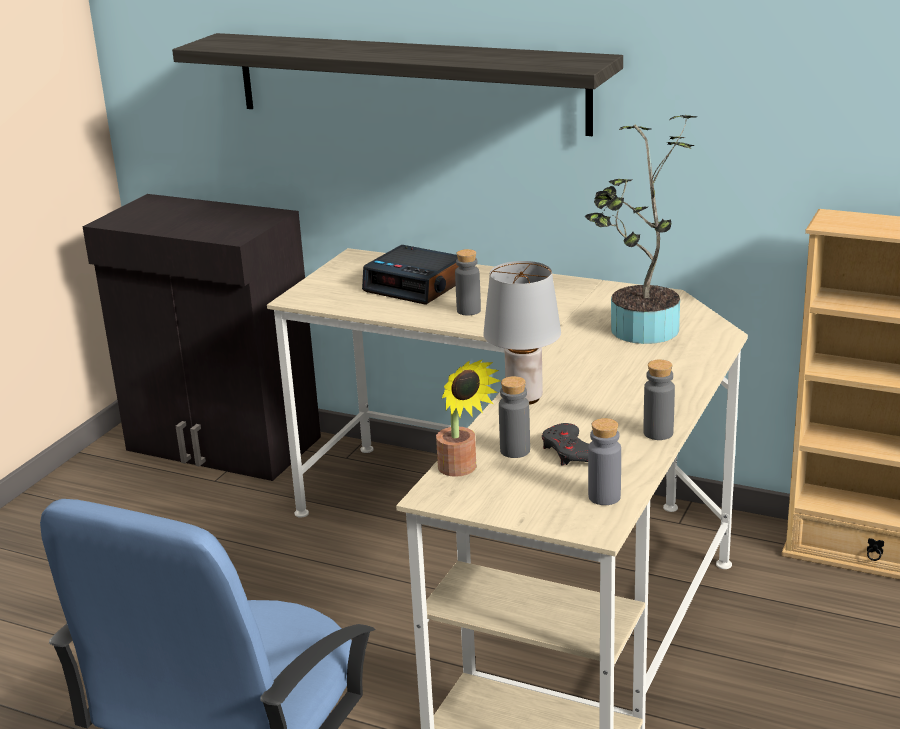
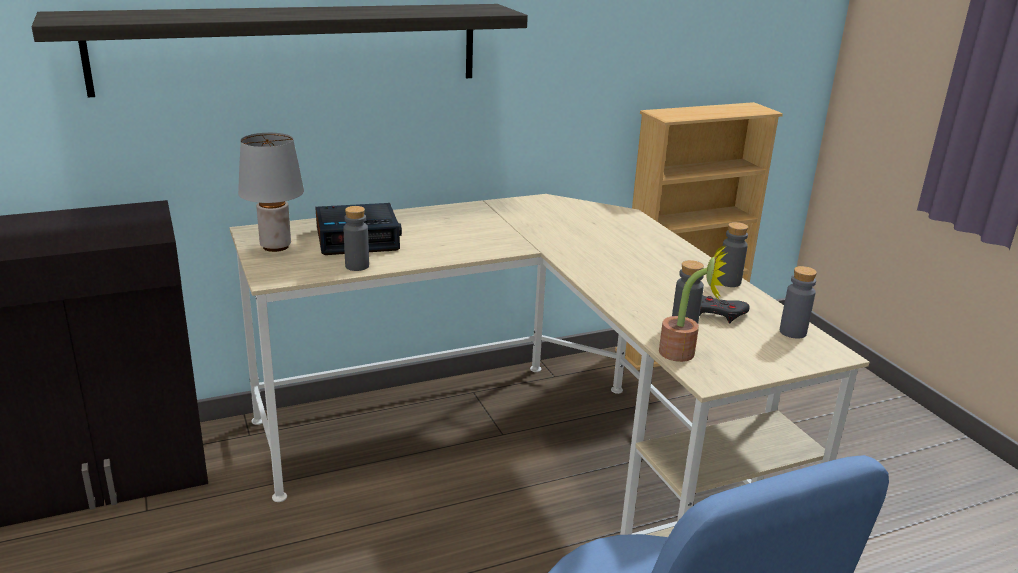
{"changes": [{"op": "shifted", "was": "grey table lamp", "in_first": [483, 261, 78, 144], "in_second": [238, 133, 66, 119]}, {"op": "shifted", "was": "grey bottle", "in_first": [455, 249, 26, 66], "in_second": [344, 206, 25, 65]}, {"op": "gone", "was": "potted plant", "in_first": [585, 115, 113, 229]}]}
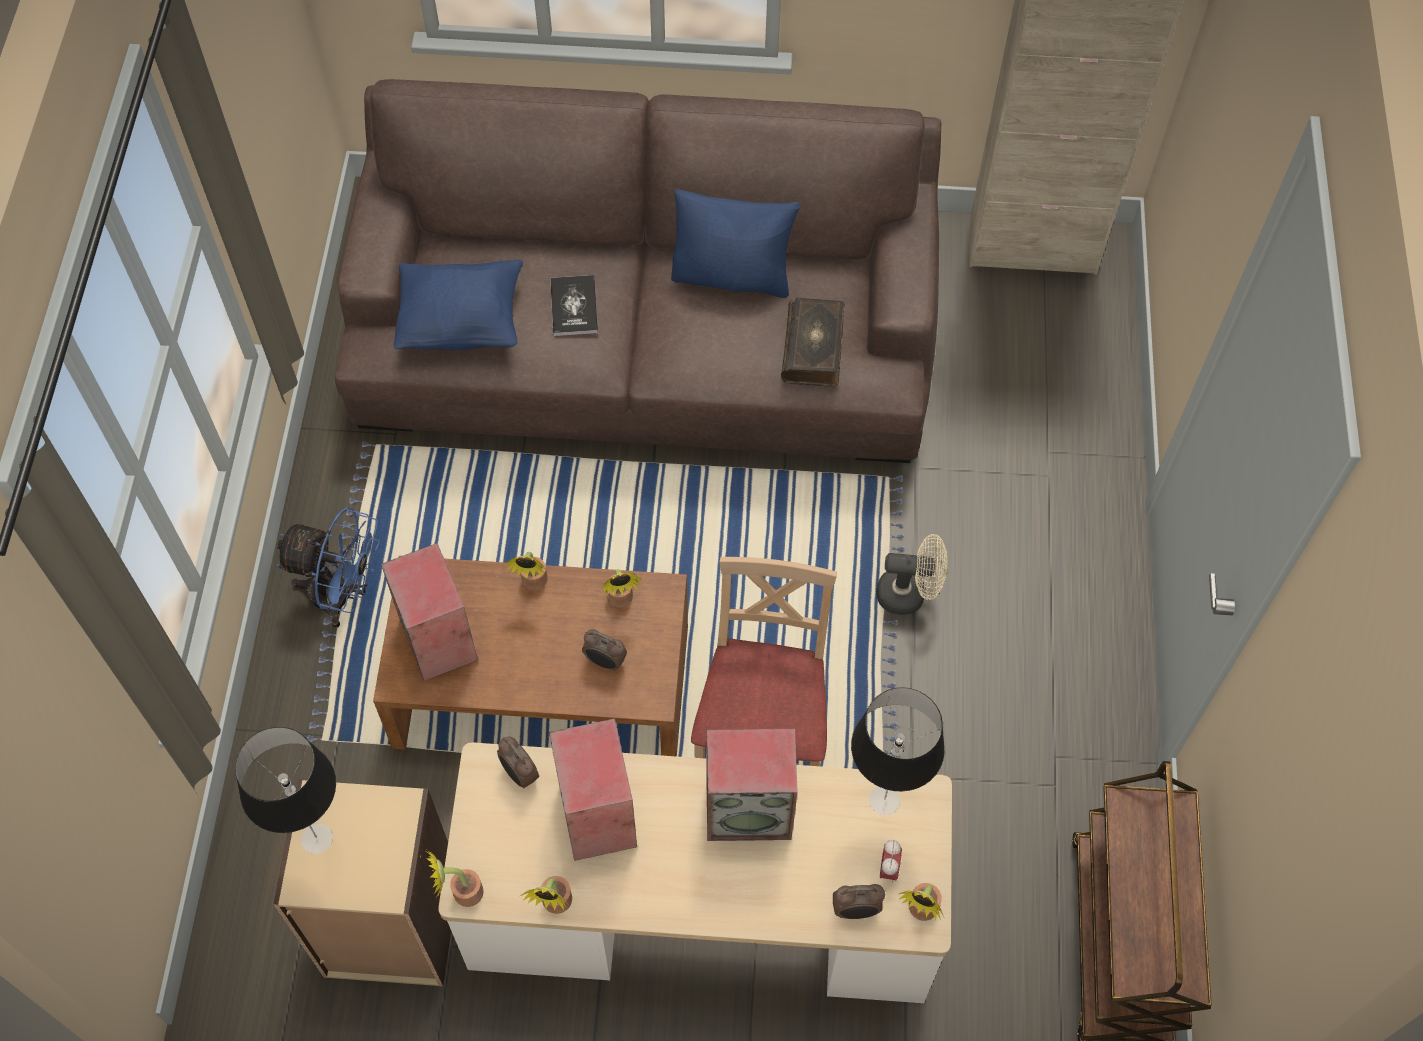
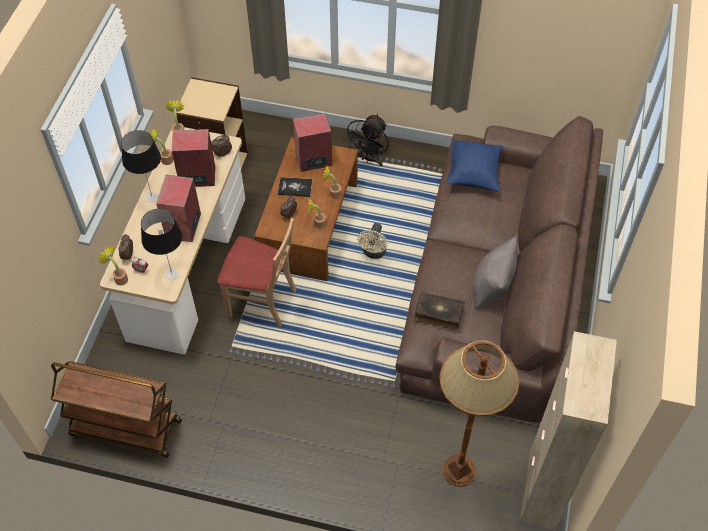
{"changes": [{"op": "shifted", "was": "table lamp", "in_first": [235, 727, 101, 127], "in_second": [121, 130, 40, 73]}, {"op": "shifted", "was": "book", "in_first": [550, 275, 48, 61], "in_second": [278, 177, 35, 20]}, {"op": "repainted", "was": "blue fan", "now": "black fan", "in_first": [276, 507, 104, 121], "in_second": [343, 114, 46, 52]}, {"op": "shifted", "was": "beige fan", "in_first": [876, 534, 72, 81], "in_second": [357, 223, 31, 36]}, {"op": "new", "now": "brown floor lamp", "in_second": [439, 341, 80, 145]}, {"op": "repainted", "was": "blue pillow", "now": "grey pillow", "in_first": [671, 189, 129, 109], "in_second": [473, 235, 44, 74]}]}
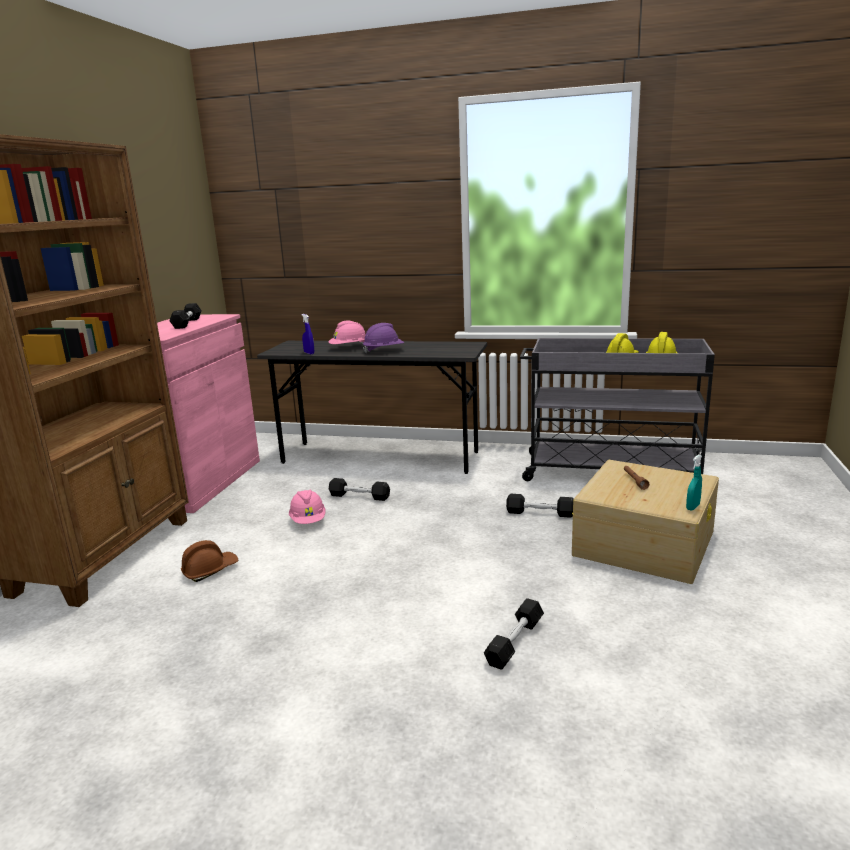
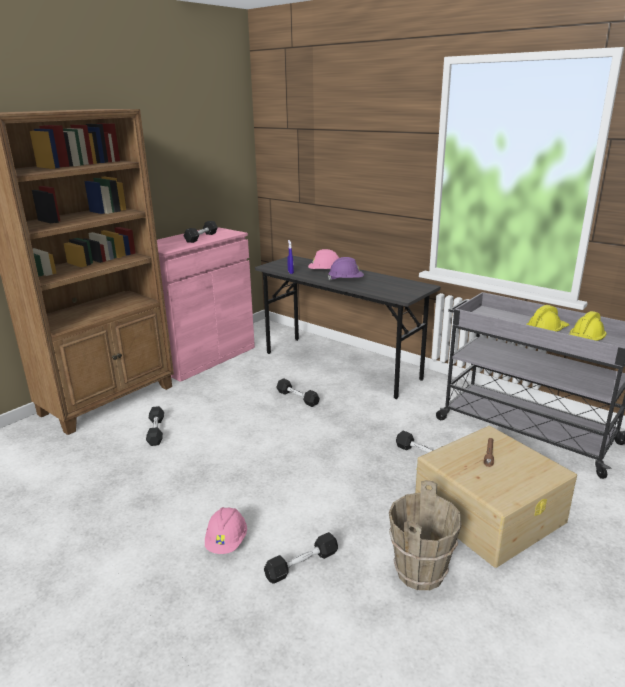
{"changes": [{"op": "swapped", "was": "brown hard hat", "now": "black dumbbell", "in_first": [181, 540, 57, 42], "in_second": [146, 406, 18, 40]}, {"op": "shifted", "was": "pink hard hat", "in_first": [289, 489, 36, 35], "in_second": [205, 507, 42, 47]}, {"op": "new", "now": "brown bucket", "in_second": [389, 480, 73, 111]}, {"op": "gone", "was": "turquoise spray bottle", "in_first": [686, 454, 16, 57]}]}
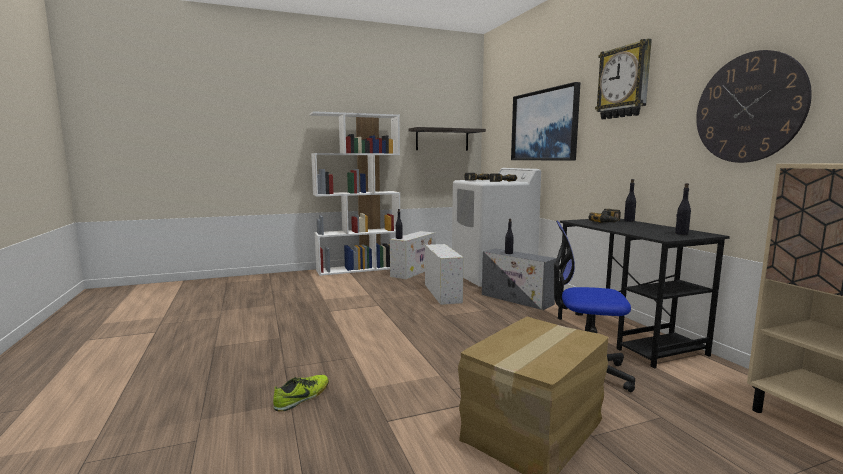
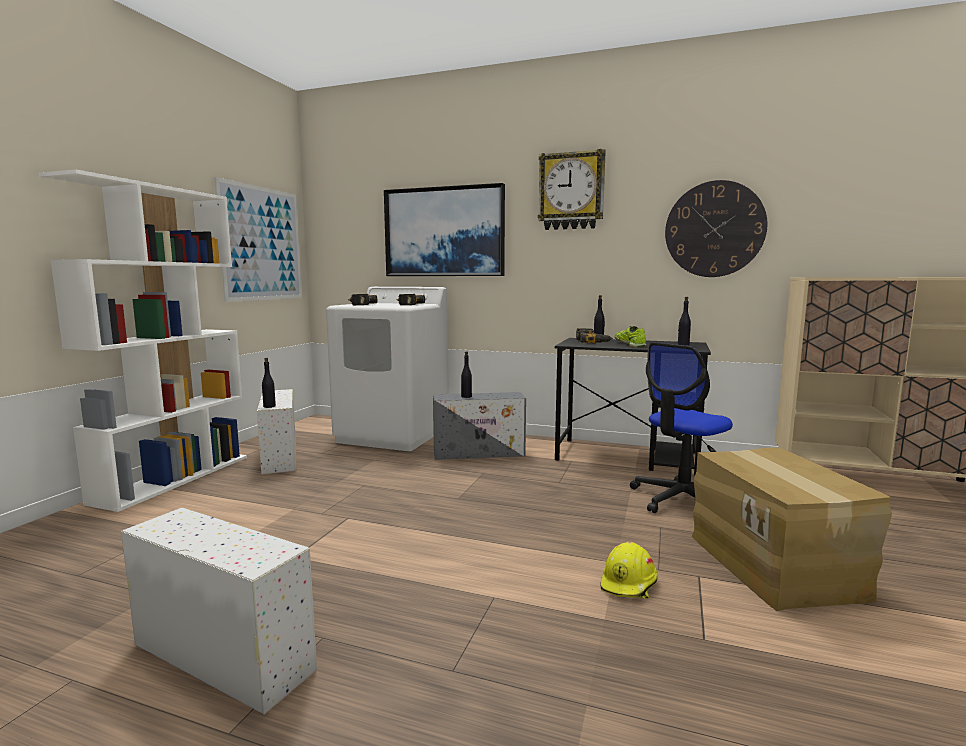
{"changes": [{"op": "shifted", "was": "white storage box", "in_first": [425, 244, 39, 61], "in_second": [121, 508, 196, 207]}, {"op": "swapped", "was": "shelf", "now": "picture", "in_first": [409, 127, 77, 24], "in_second": [214, 177, 88, 125]}, {"op": "new", "now": "yellow hard hat", "in_second": [600, 542, 58, 57]}, {"op": "shifted", "was": "shoe", "in_first": [273, 375, 56, 37], "in_second": [615, 326, 31, 21]}]}
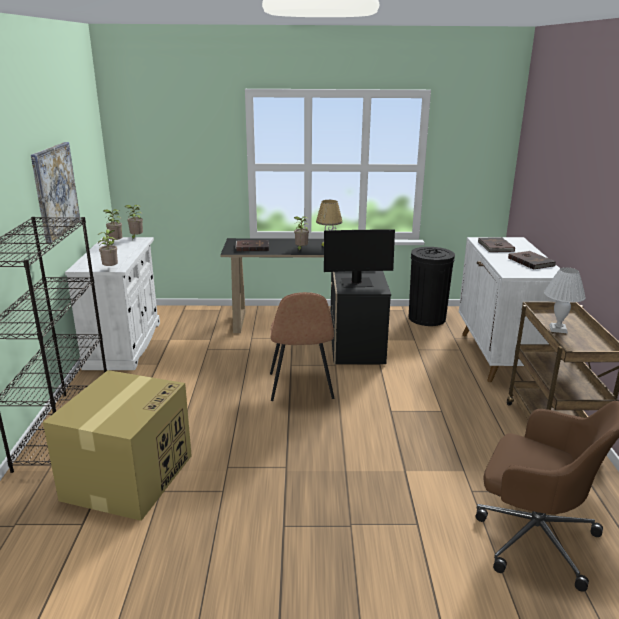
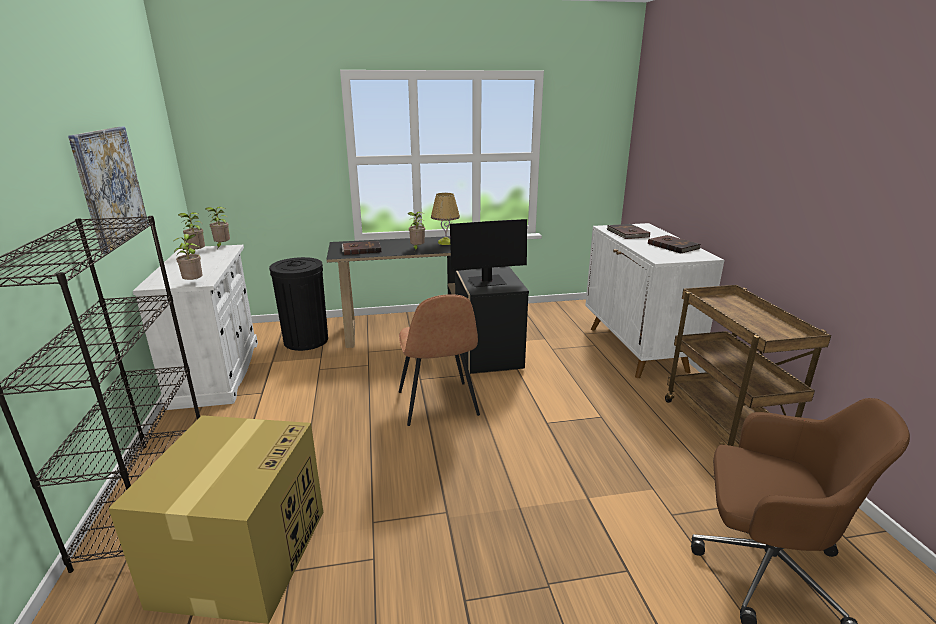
{"changes": [{"op": "shifted", "was": "black trash can", "in_first": [409, 247, 46, 79], "in_second": [269, 257, 59, 94]}, {"op": "gone", "was": "white table lamp", "in_first": [544, 267, 42, 66]}]}
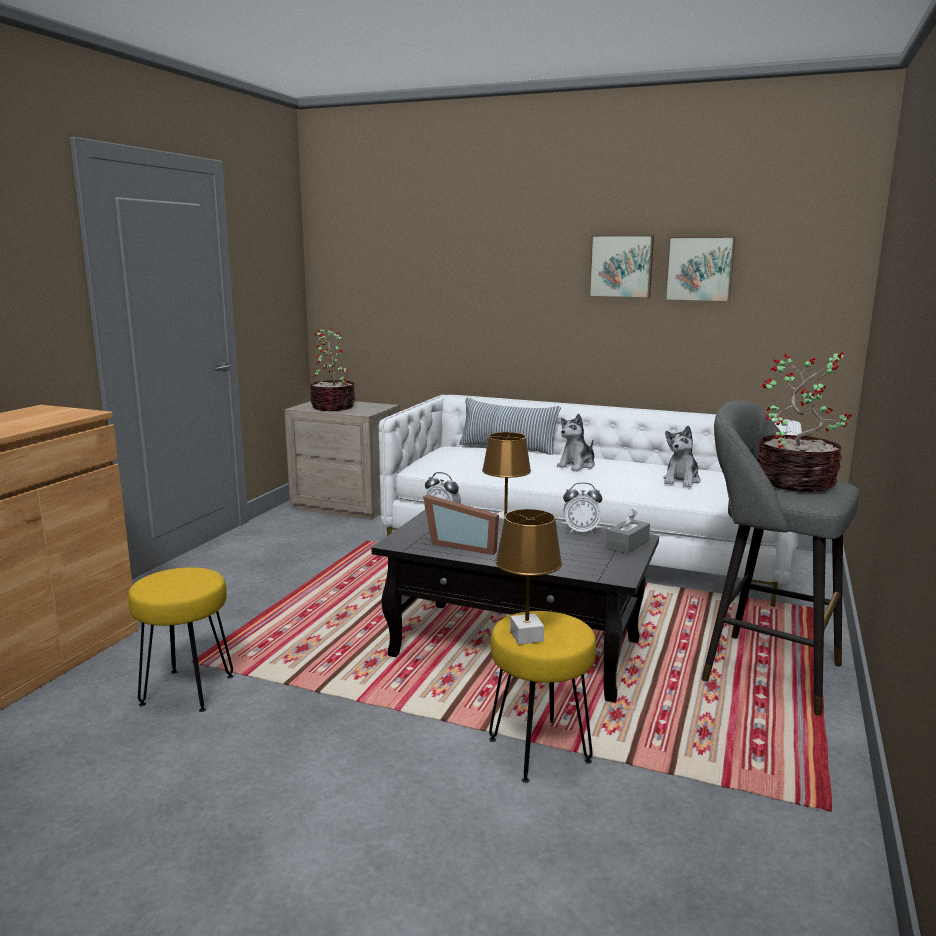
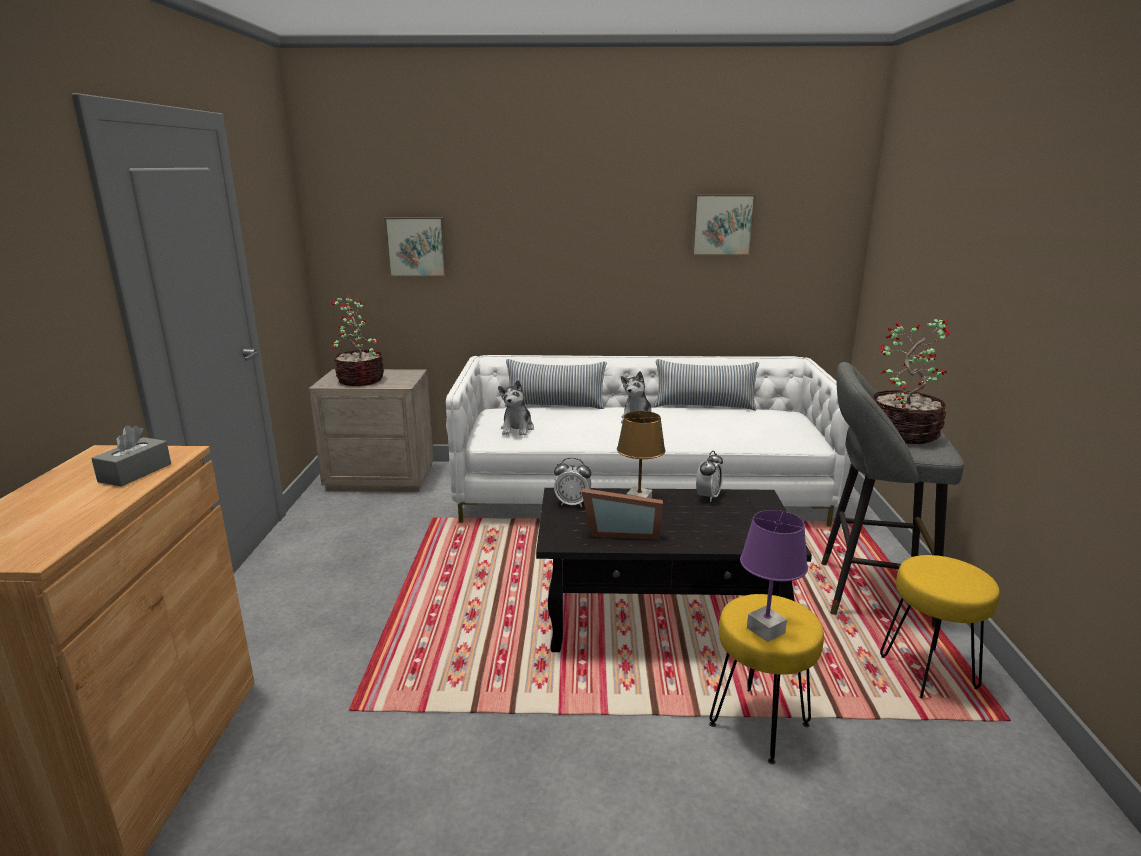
{"changes": [{"op": "shifted", "was": "grey tissue box", "in_first": [606, 509, 44, 45], "in_second": [91, 425, 80, 62]}, {"op": "shifted", "was": "picture", "in_first": [588, 235, 66, 64], "in_second": [384, 217, 63, 60]}, {"op": "shifted", "was": "plush toy", "in_first": [663, 426, 38, 61], "in_second": [498, 380, 36, 56]}, {"op": "new", "now": "pillow", "in_second": [654, 359, 105, 52]}, {"op": "rotated", "was": "alarm clock", "in_first": [563, 482, 39, 52], "in_second": [696, 451, 27, 51], "clockwise": -45}, {"op": "repainted", "was": "brown table lamp", "now": "purple table lamp", "in_first": [495, 509, 67, 136], "in_second": [740, 510, 68, 132]}, {"op": "shifted", "was": "yellow stool", "in_first": [128, 567, 106, 145], "in_second": [880, 555, 120, 143]}]}
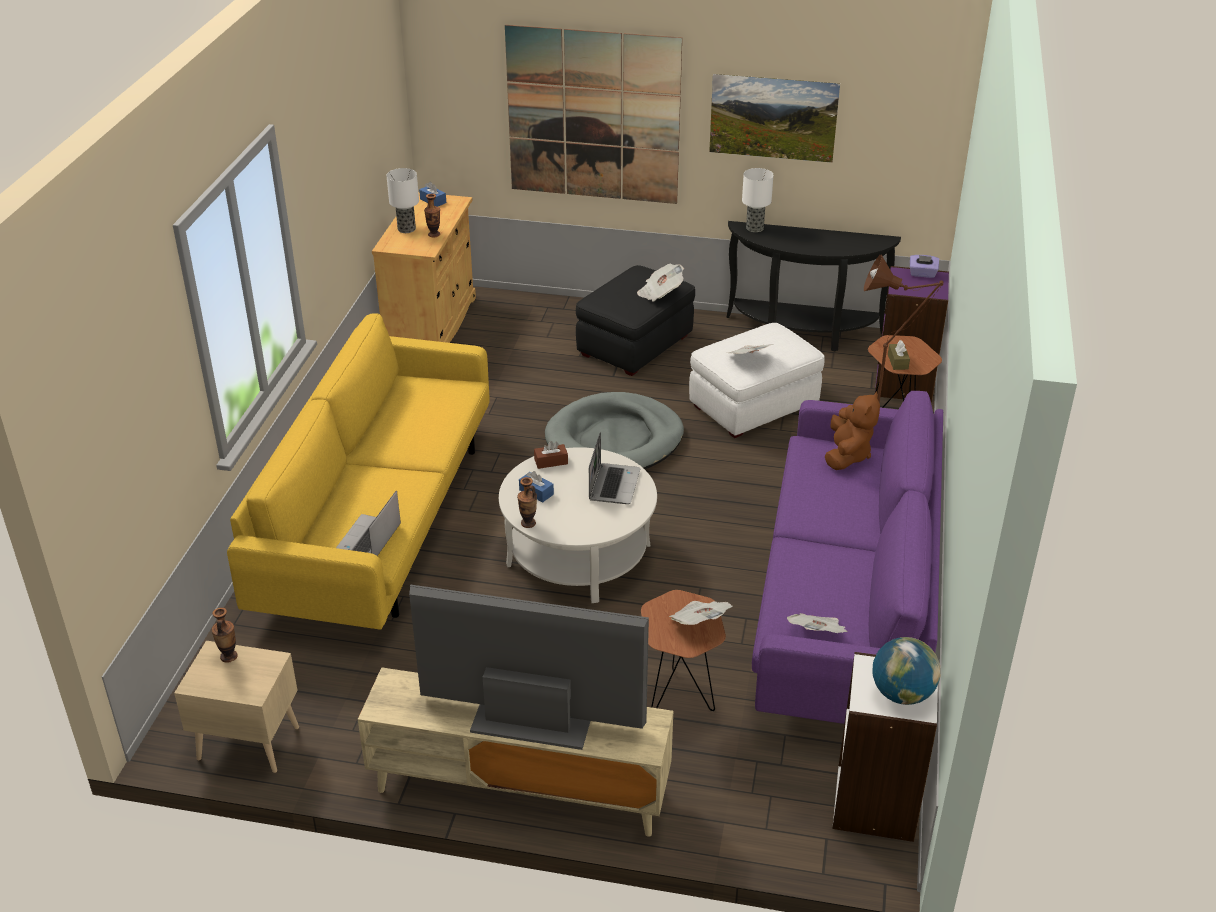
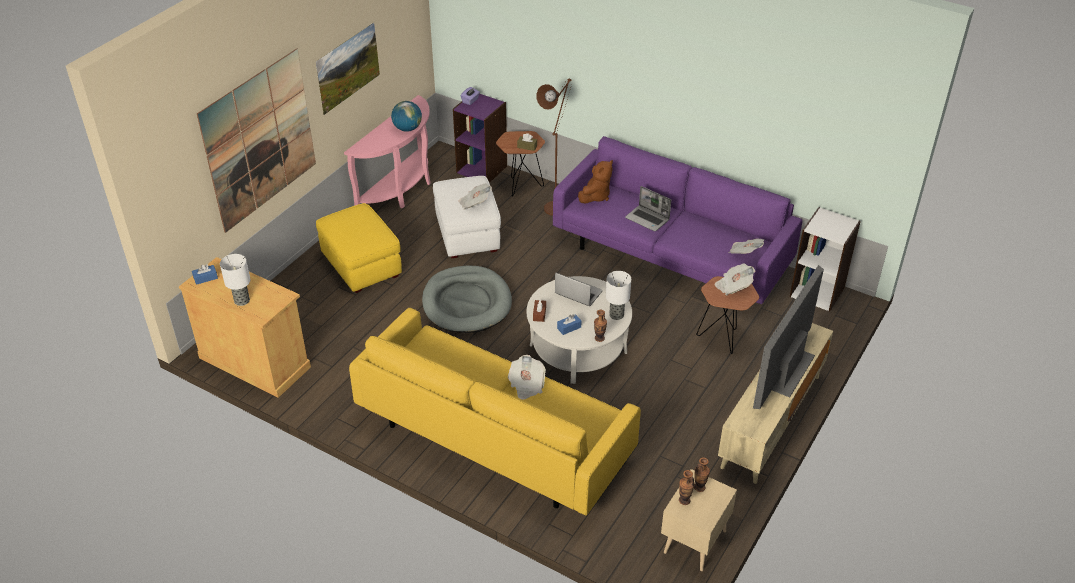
{"changes": [{"op": "repainted", "was": "black ottoman", "now": "yellow ottoman", "in_first": [576, 265, 119, 111], "in_second": [316, 203, 86, 90]}, {"op": "repainted", "was": "black console table", "now": "pink console table", "in_first": [726, 221, 175, 131], "in_second": [344, 95, 87, 113]}, {"op": "shifted", "was": "globe", "in_first": [872, 637, 69, 68], "in_second": [391, 101, 31, 31]}, {"op": "shifted", "was": "newspaper", "in_first": [637, 264, 47, 38], "in_second": [508, 355, 38, 45]}, {"op": "rotated", "was": "brown plush toy", "in_first": [825, 391, 55, 79], "in_second": [578, 160, 35, 43], "clockwise": 90}, {"op": "shifted", "was": "table lamp", "in_first": [742, 168, 31, 64], "in_second": [606, 271, 25, 49]}, {"op": "shifted", "was": "laptop", "in_first": [336, 491, 65, 65], "in_second": [625, 186, 46, 46]}, {"op": "shifted", "was": "vase", "in_first": [424, 194, 16, 43], "in_second": [694, 457, 16, 35]}]}
